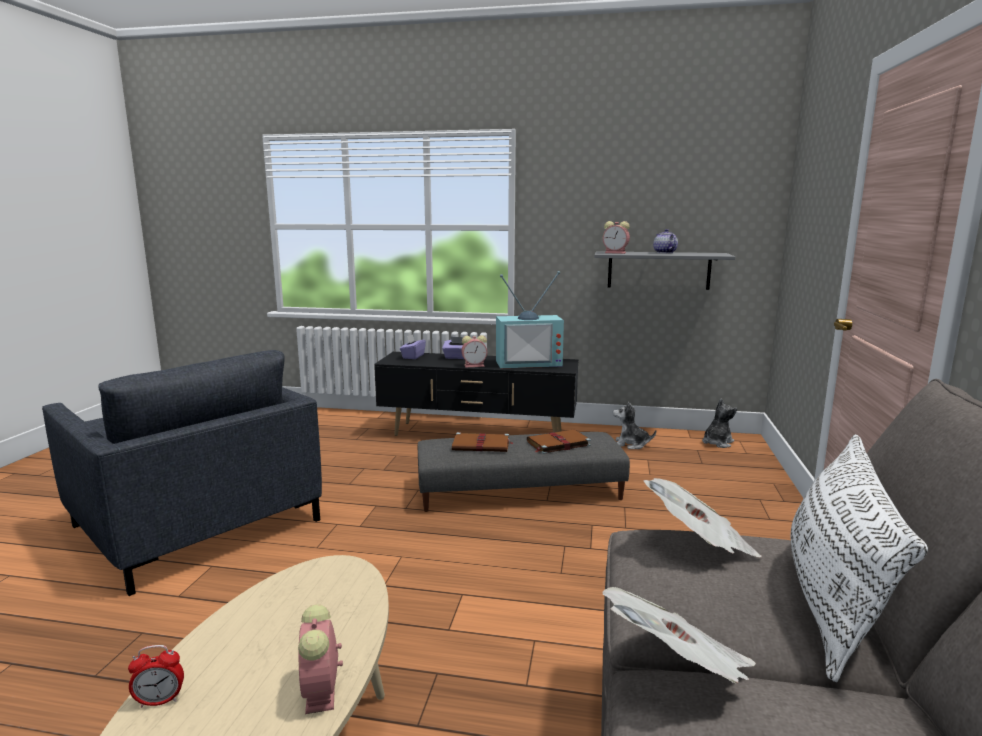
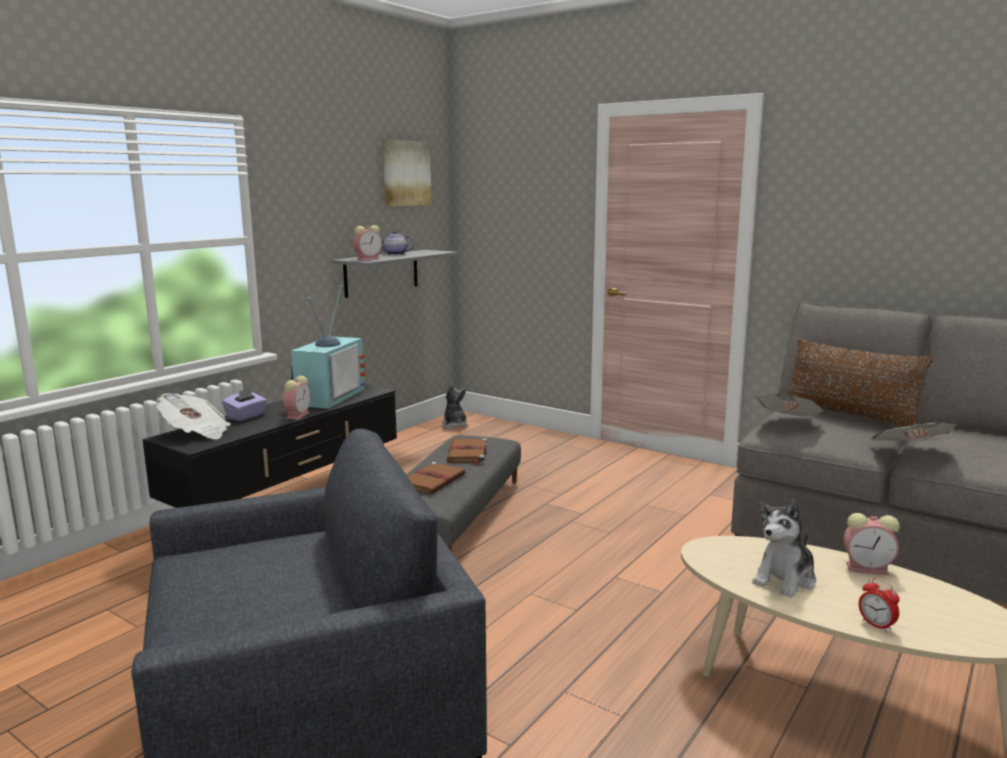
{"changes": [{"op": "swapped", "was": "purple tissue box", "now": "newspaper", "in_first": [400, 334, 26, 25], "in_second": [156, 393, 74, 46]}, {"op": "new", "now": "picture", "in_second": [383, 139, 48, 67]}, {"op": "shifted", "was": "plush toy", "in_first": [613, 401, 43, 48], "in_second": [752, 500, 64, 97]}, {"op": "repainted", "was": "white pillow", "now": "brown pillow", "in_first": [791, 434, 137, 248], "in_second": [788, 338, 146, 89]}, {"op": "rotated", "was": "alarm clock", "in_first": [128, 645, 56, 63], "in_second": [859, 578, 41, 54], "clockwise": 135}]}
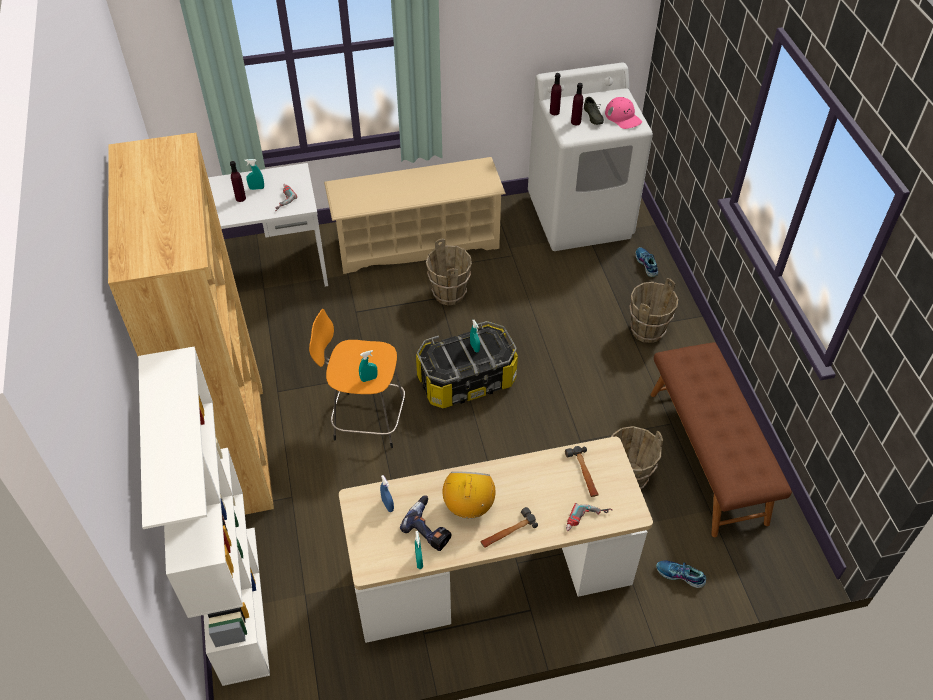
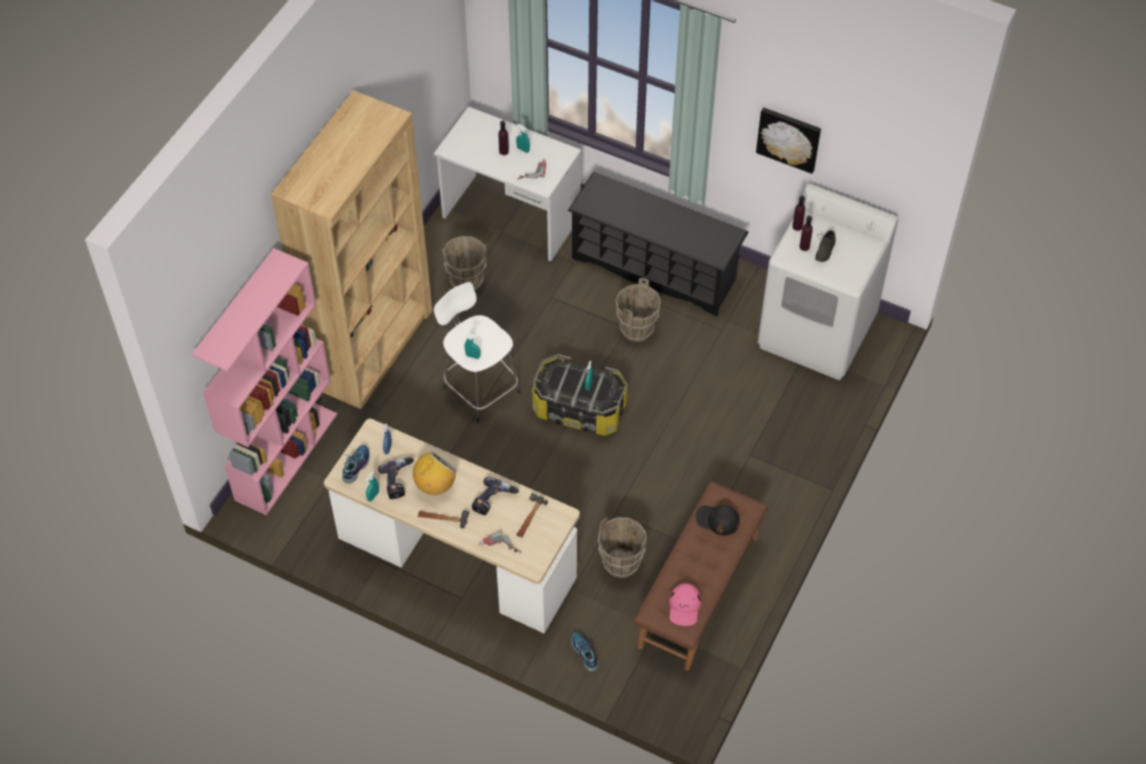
{"changes": [{"op": "repainted", "was": "white bookcase", "now": "pink bookcase", "in_first": [138, 346, 132, 340], "in_second": [192, 248, 145, 267]}, {"op": "shifted", "was": "shoe", "in_first": [635, 247, 23, 30], "in_second": [342, 445, 28, 39]}, {"op": "repainted", "was": "orange stool", "now": "white stool", "in_first": [309, 309, 96, 139], "in_second": [434, 282, 86, 140]}, {"op": "shifted", "was": "brown bucket", "in_first": [630, 278, 48, 65], "in_second": [442, 236, 44, 55]}, {"op": "new", "now": "power drill", "in_second": [472, 477, 47, 38]}, {"op": "repainted", "was": "beige shoe rack", "now": "black shoe rack", "in_first": [324, 157, 182, 117], "in_second": [568, 172, 181, 144]}, {"op": "shifted", "was": "pink cap", "in_first": [605, 97, 37, 32], "in_second": [669, 583, 33, 43]}, {"op": "new", "now": "black cap", "in_second": [696, 505, 44, 30]}, {"op": "new", "now": "picture", "in_second": [756, 107, 65, 67]}]}
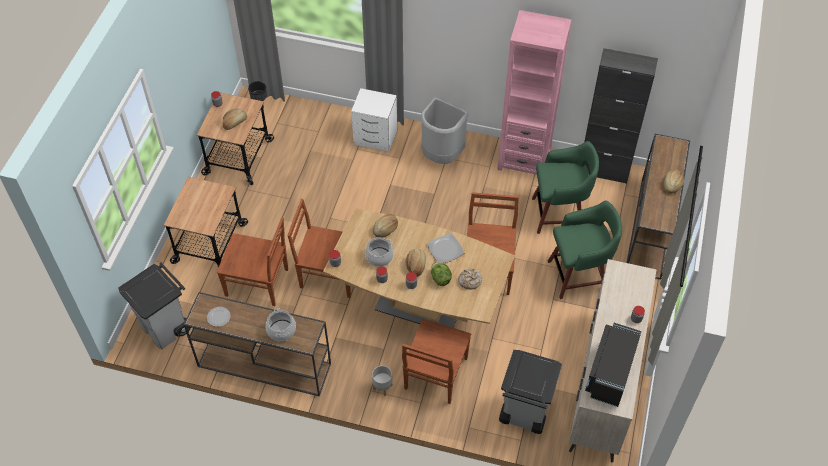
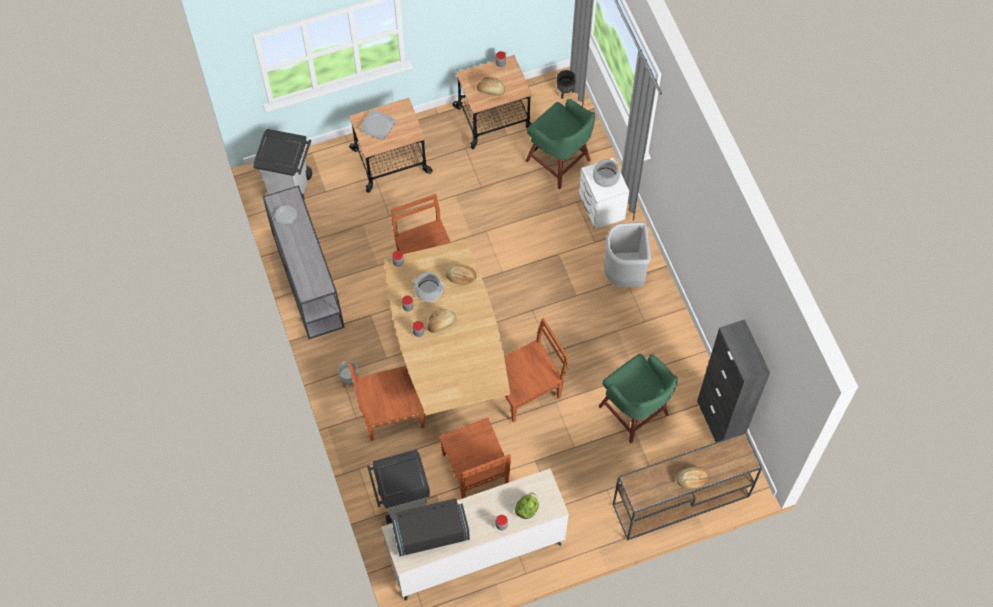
{"changes": [{"op": "repainted", "was": "brown console table", "now": "grey console table", "in_first": [184, 292, 147, 104], "in_second": [263, 185, 81, 154]}, {"op": "shifted", "was": "plate", "in_first": [427, 233, 37, 30], "in_second": [360, 109, 36, 31]}, {"op": "shifted", "was": "brown chair", "in_first": [217, 217, 71, 89], "in_second": [439, 418, 72, 81]}, {"op": "shifted", "was": "lettuce", "in_first": [431, 263, 21, 23], "in_second": [515, 493, 24, 26]}, {"op": "shifted", "was": "green stool", "in_first": [548, 200, 74, 99], "in_second": [526, 99, 69, 90]}, {"op": "shifted", "was": "cooking pot", "in_first": [266, 308, 30, 33], "in_second": [593, 159, 27, 28]}, {"op": "gone", "was": "bread", "in_first": [458, 269, 24, 21]}, {"op": "gone", "was": "pink bookcase", "in_first": [497, 10, 74, 165]}]}
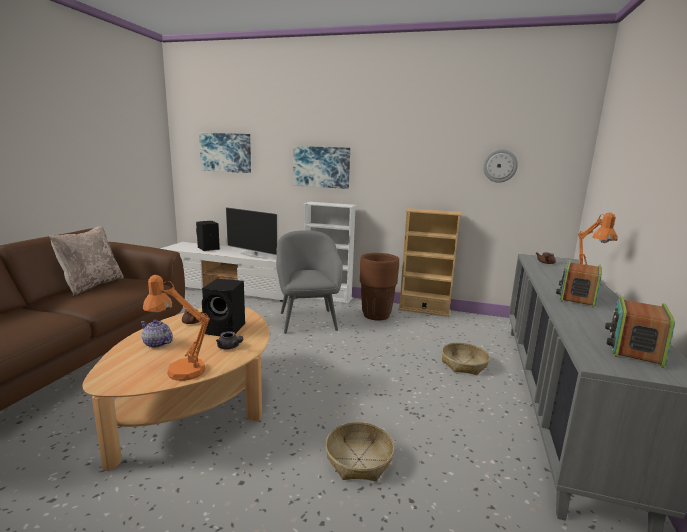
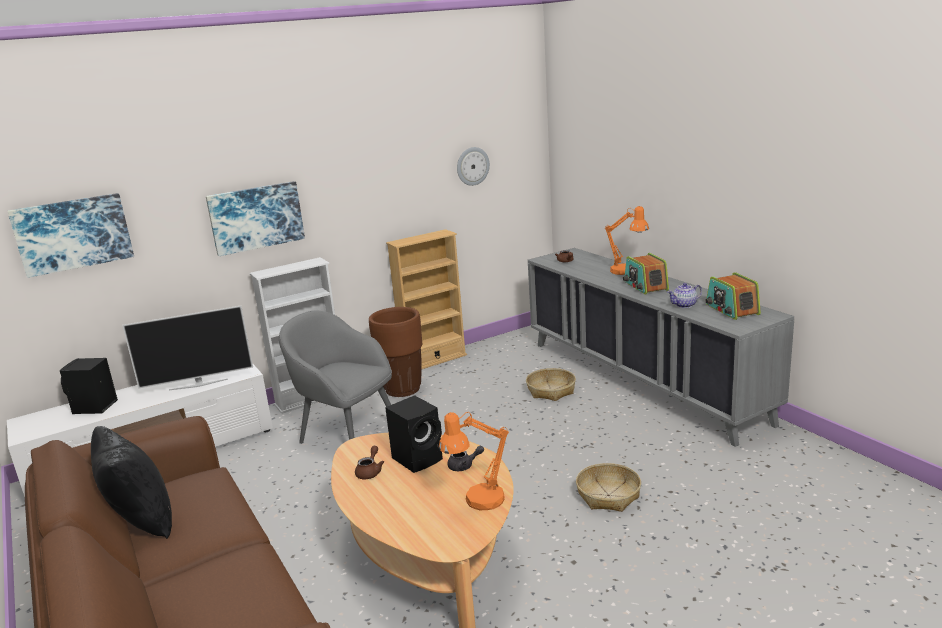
{"changes": [{"op": "repainted", "was": "beige pillow", "now": "black pillow", "in_first": [49, 226, 75, 70], "in_second": [91, 426, 81, 113]}, {"op": "shifted", "was": "teapot", "in_first": [141, 320, 32, 28], "in_second": [668, 283, 34, 25]}]}
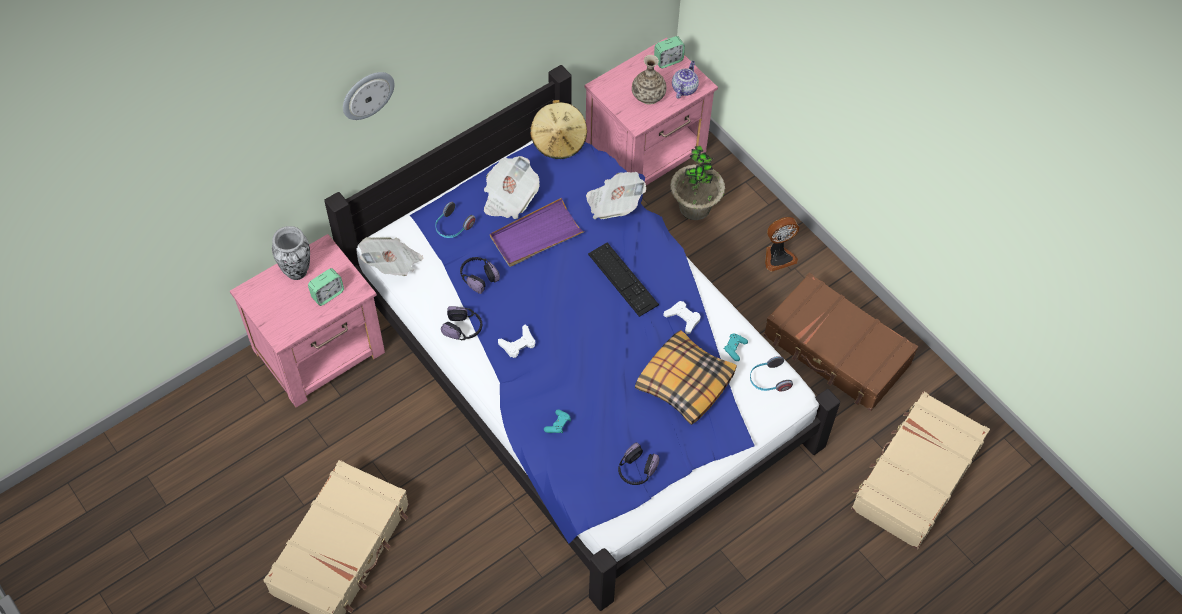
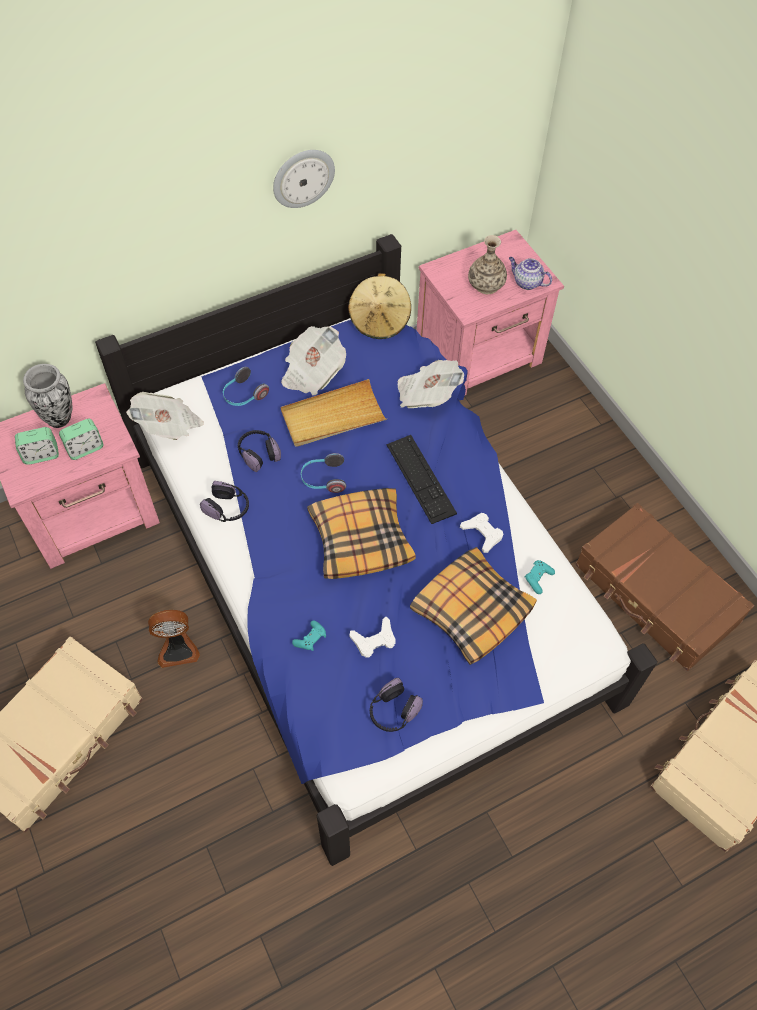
{"changes": [{"op": "shifted", "was": "alarm clock", "in_first": [654, 36, 31, 33], "in_second": [15, 427, 44, 38]}, {"op": "shifted", "was": "fan", "in_first": [765, 217, 34, 55], "in_second": [148, 610, 52, 58]}, {"op": "shifted", "was": "wall clock", "in_first": [343, 72, 52, 48], "in_second": [273, 150, 62, 58]}, {"op": "repainted", "was": "purple tray", "now": "beige tray", "in_first": [490, 198, 95, 69], "in_second": [281, 379, 106, 68]}, {"op": "shifted", "was": "headphones", "in_first": [750, 356, 43, 35], "in_second": [301, 453, 45, 40]}, {"op": "new", "now": "pillow", "in_second": [307, 488, 109, 91]}, {"op": "shifted", "was": "white game controller", "in_first": [498, 325, 38, 33], "in_second": [349, 617, 47, 41]}, {"op": "rotated", "was": "teapot", "in_first": [672, 61, 27, 37], "in_second": [509, 257, 43, 33], "clockwise": -90}, {"op": "gone", "was": "potted plant", "in_first": [670, 146, 55, 74]}]}
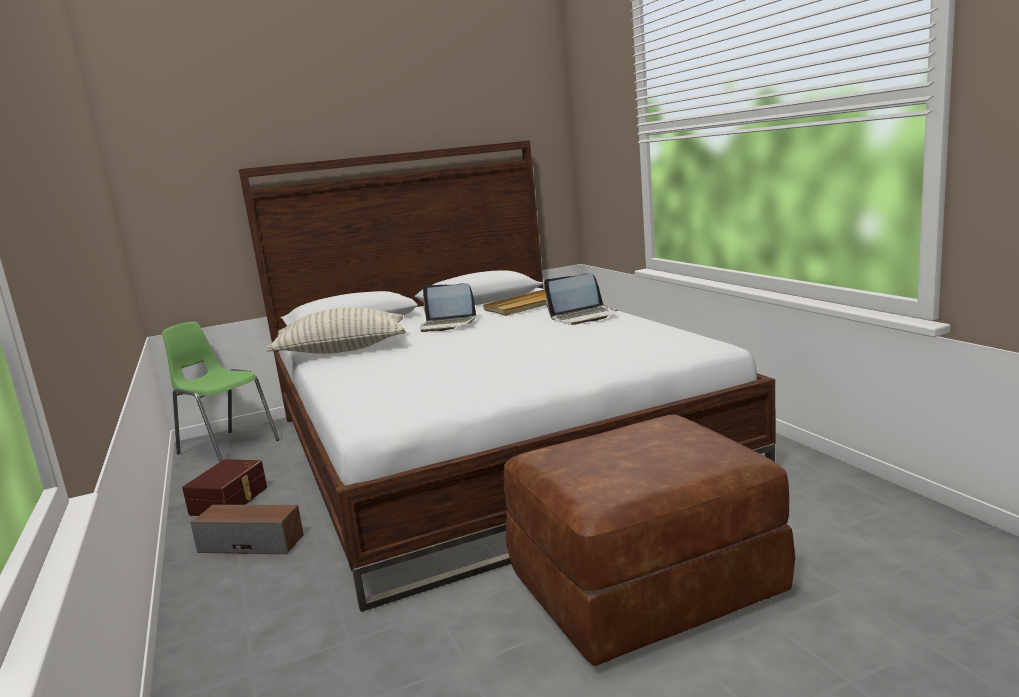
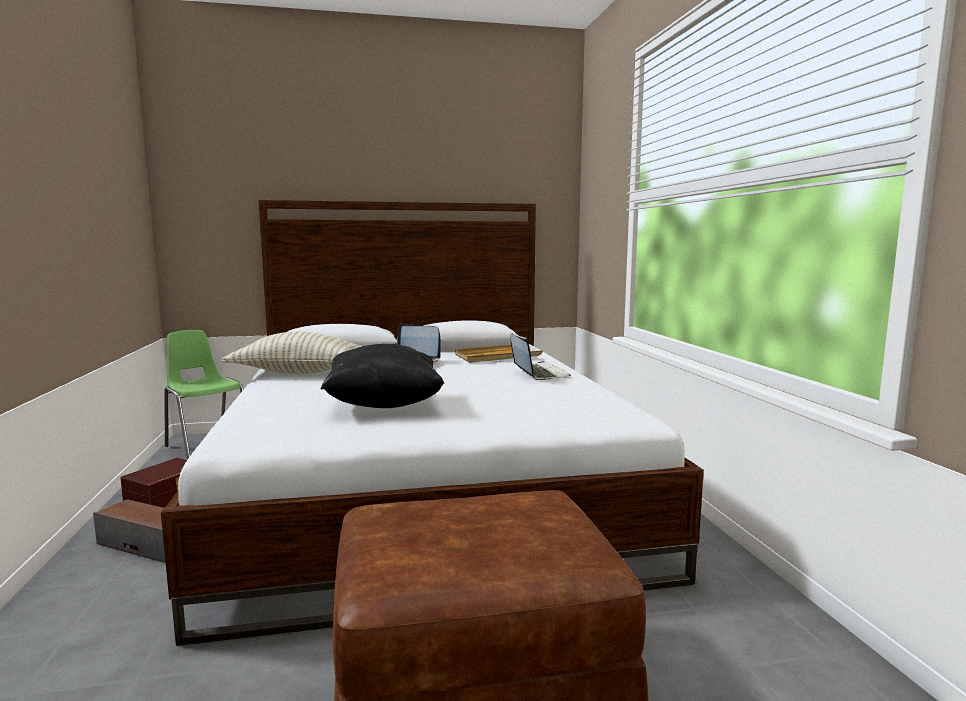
{"changes": [{"op": "new", "now": "black pillow", "in_second": [321, 344, 123, 64]}, {"op": "rotated", "was": "laptop", "in_first": [544, 273, 74, 52], "in_second": [510, 333, 61, 47], "clockwise": -105}]}
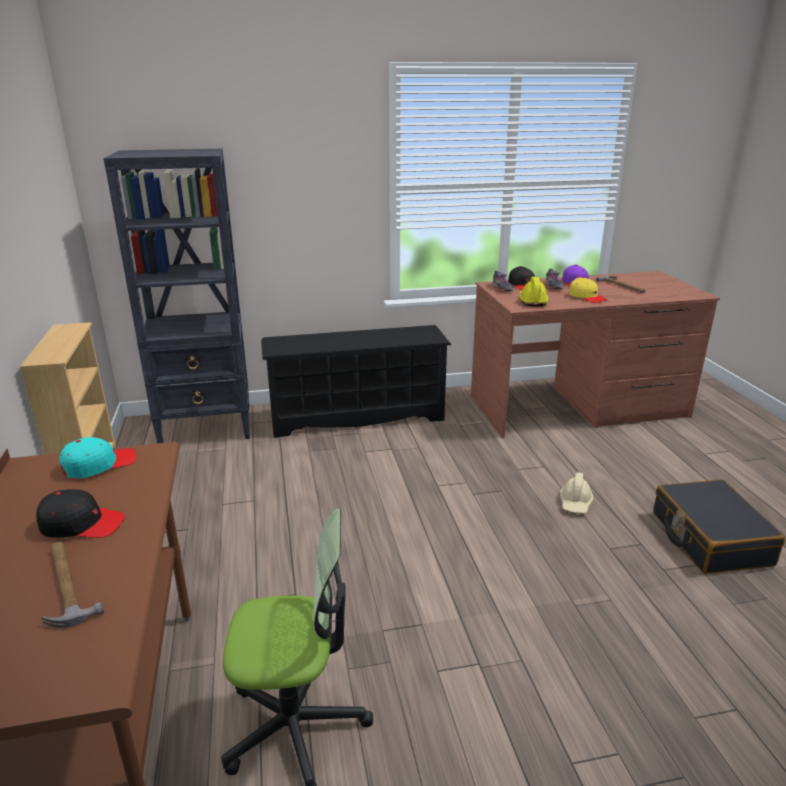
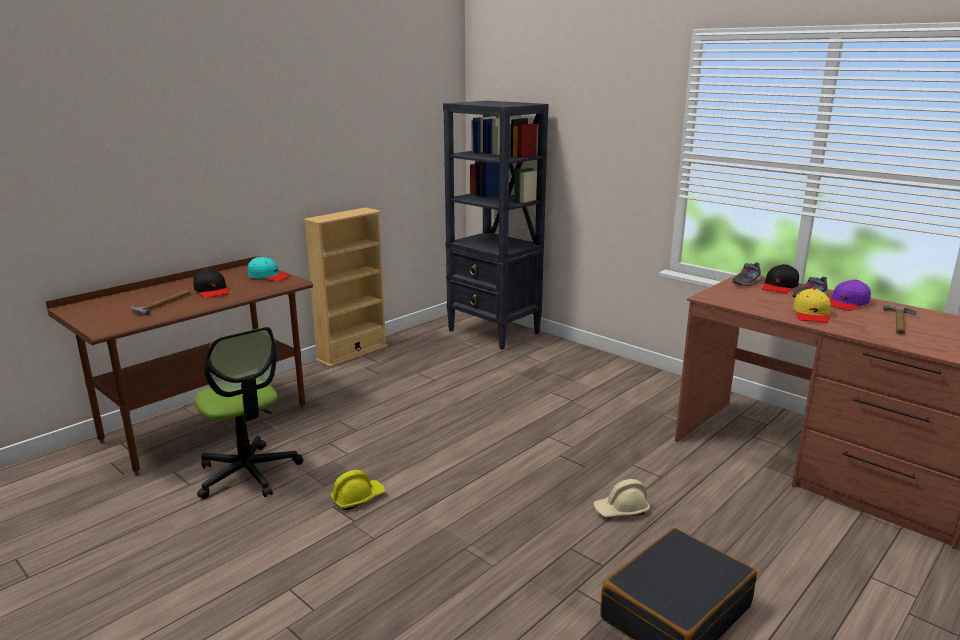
{"changes": [{"op": "shifted", "was": "yellow hard hat", "in_first": [519, 277, 30, 29], "in_second": [331, 470, 54, 40]}, {"op": "gone", "was": "black shoe rack", "in_first": [261, 325, 190, 113]}]}
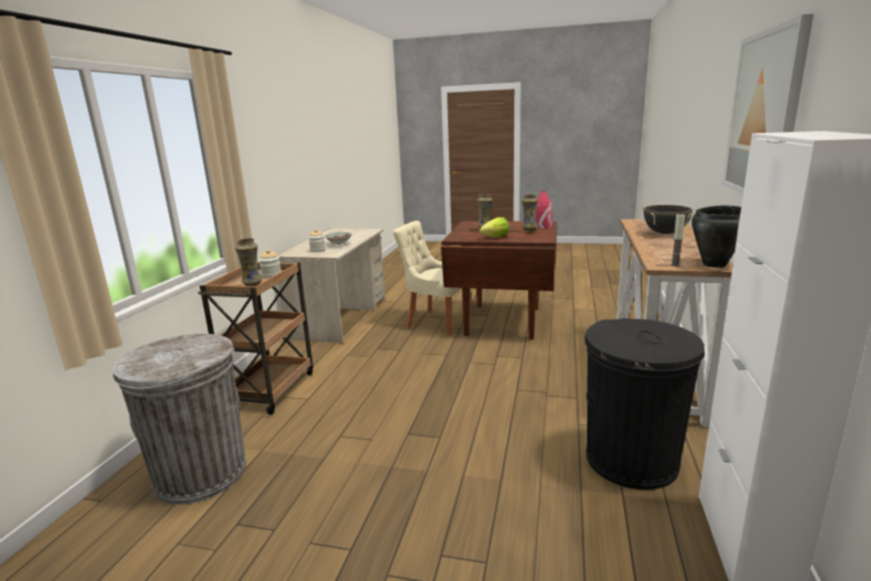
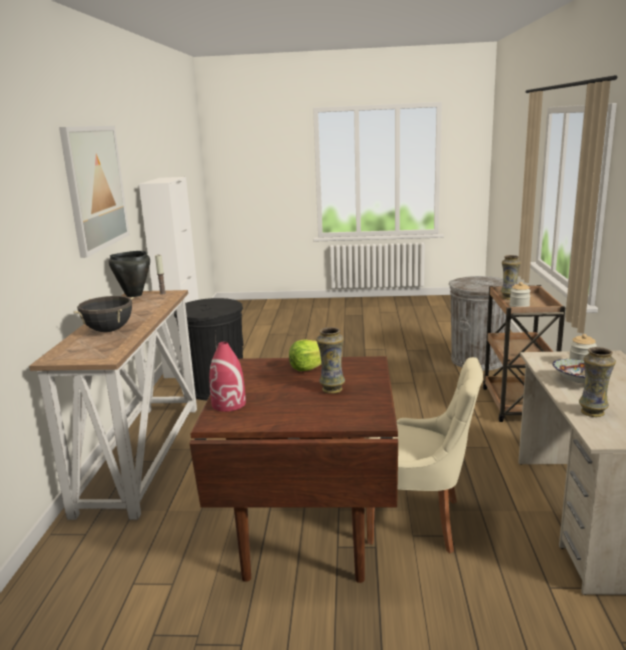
{"changes": [{"op": "shifted", "was": "vase", "in_first": [522, 194, 16, 39], "in_second": [579, 347, 37, 70]}]}
